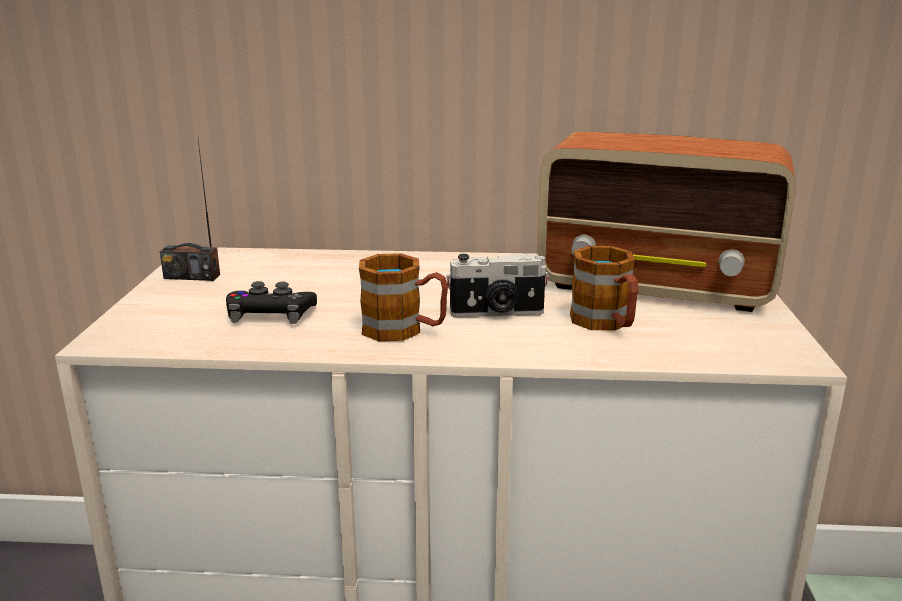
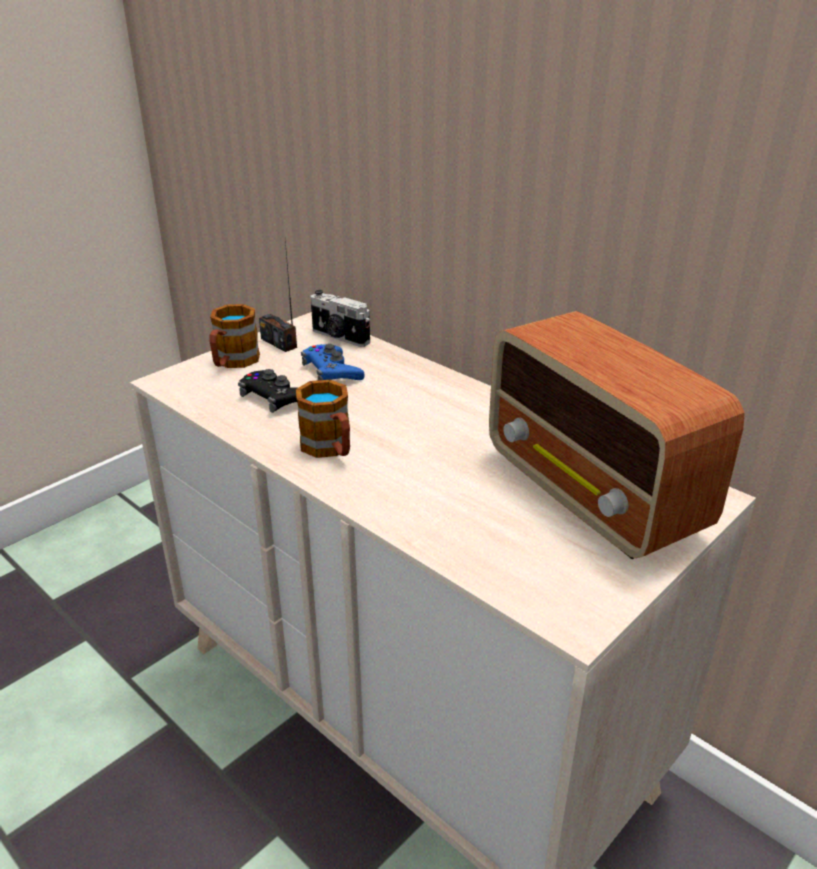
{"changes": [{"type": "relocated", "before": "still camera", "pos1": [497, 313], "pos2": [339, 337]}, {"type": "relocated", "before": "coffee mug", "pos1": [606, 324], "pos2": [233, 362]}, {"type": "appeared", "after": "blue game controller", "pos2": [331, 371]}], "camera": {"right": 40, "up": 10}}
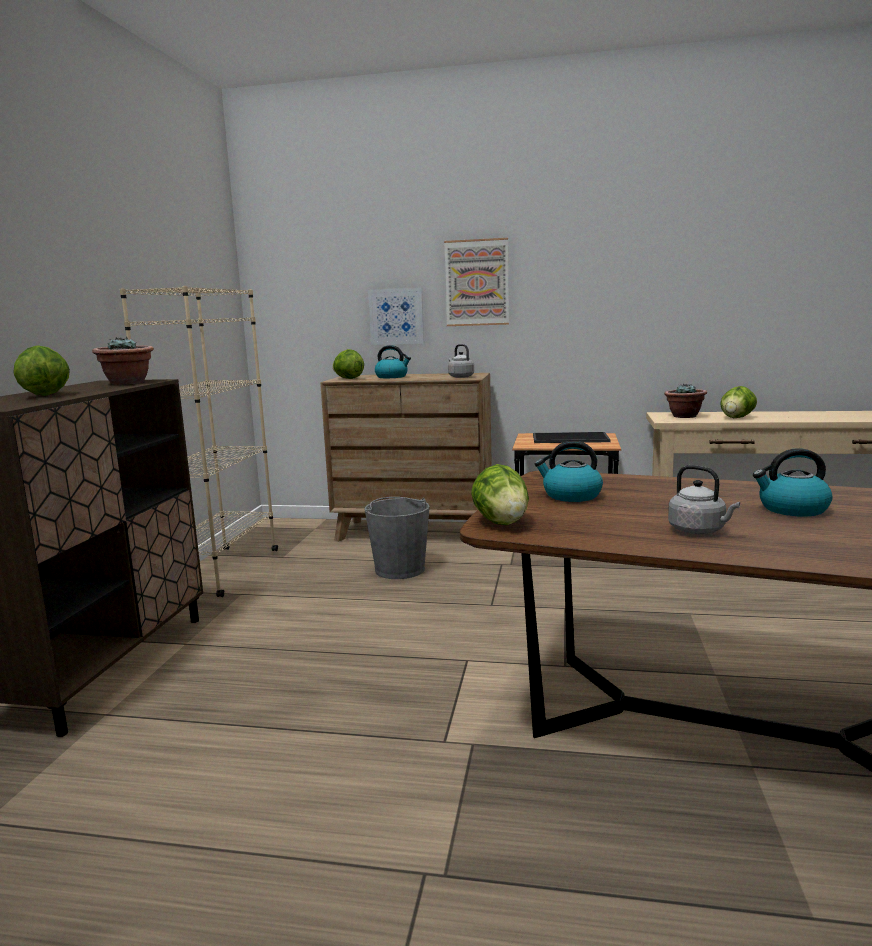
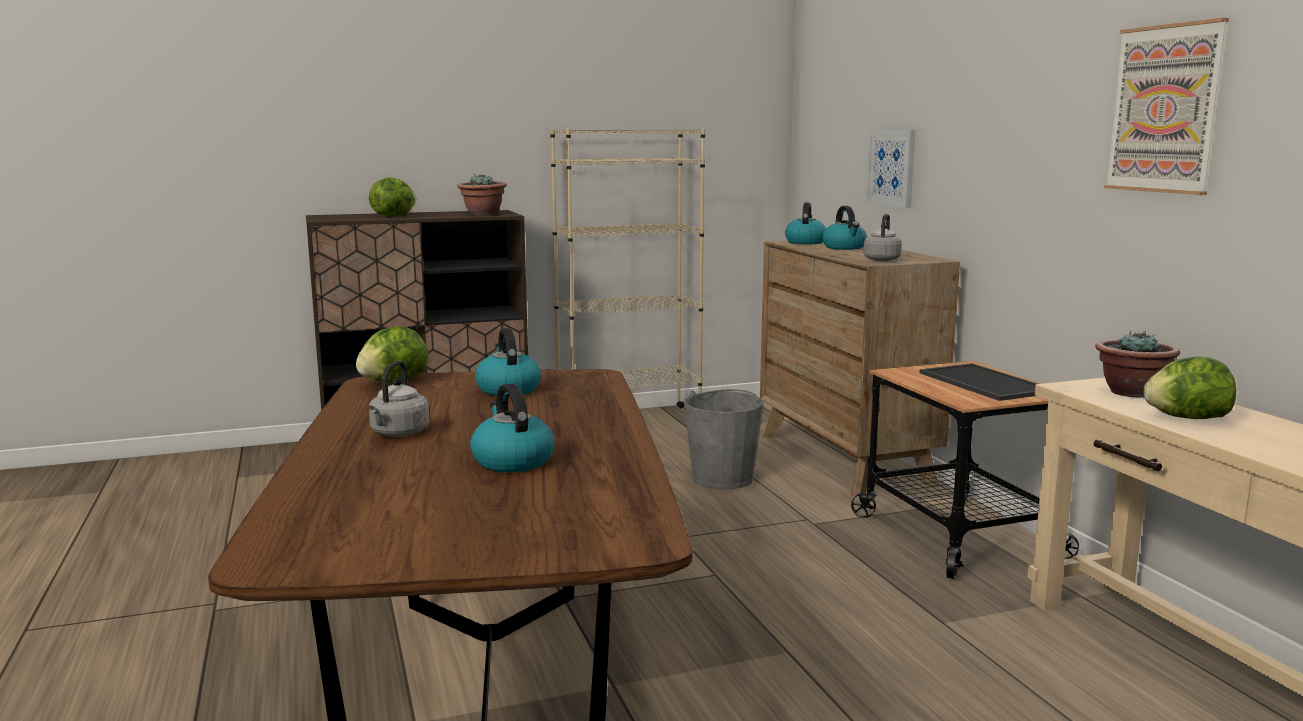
{"changes": [{"type": "exchanged", "before": "lettuce", "after": "water kettle", "pos1": [348, 378], "pos2": [805, 242]}, {"type": "relocated", "before": "wall art", "pos1": [477, 283], "pos2": [1165, 109]}], "camera": {"right": 60, "up": 0}}
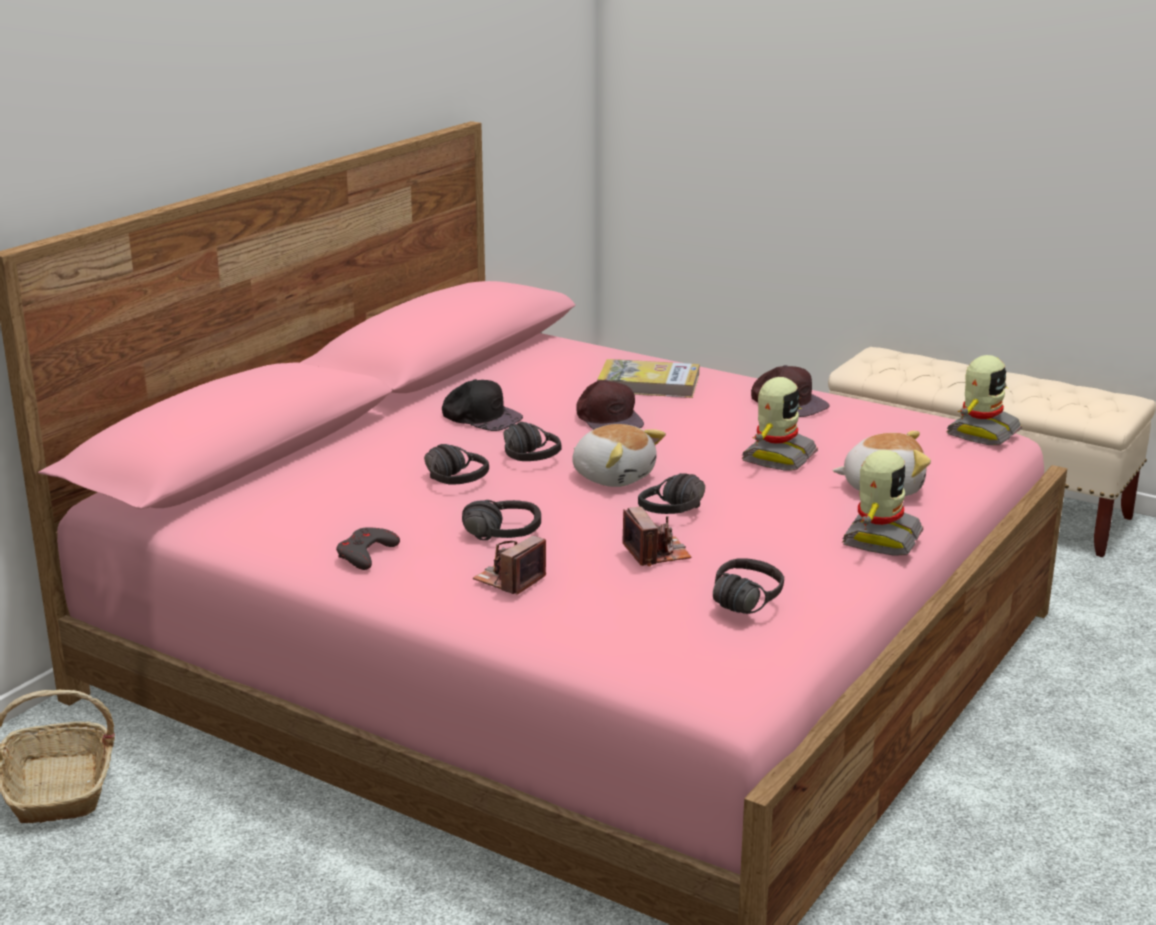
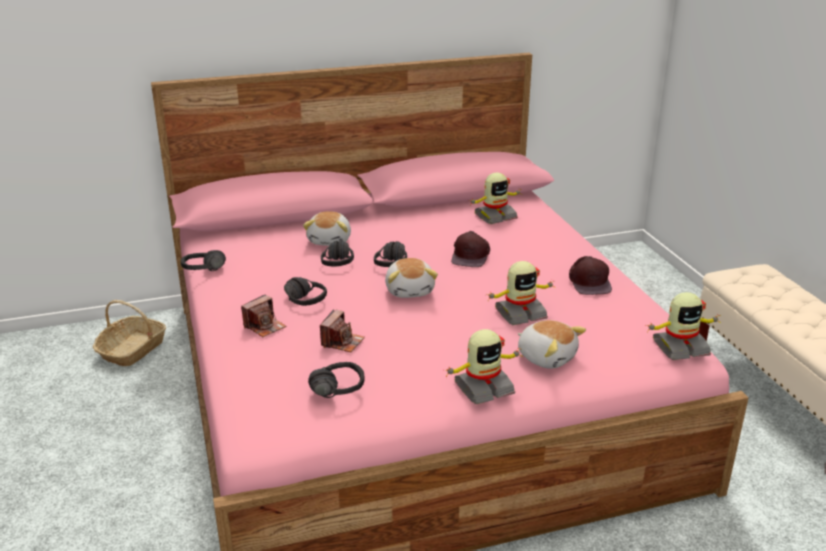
{"changes": [{"type": "missing", "before": "grey game controller", "pos1": [366, 554]}, {"type": "missing", "before": "black cap", "pos1": [481, 417]}, {"type": "spun", "before": "still camera", "pos1": [510, 580], "pos2": [264, 326], "turn": 150}, {"type": "missing", "before": "bound book", "pos1": [648, 384]}, {"type": "relocated", "before": "black headset", "pos1": [683, 514], "pos2": [204, 272]}, {"type": "appeared", "after": "soft toy", "pos2": [330, 240]}, {"type": "appeared", "after": "model robot", "pos2": [495, 216]}], "camera": {"right": 40, "up": 5}}
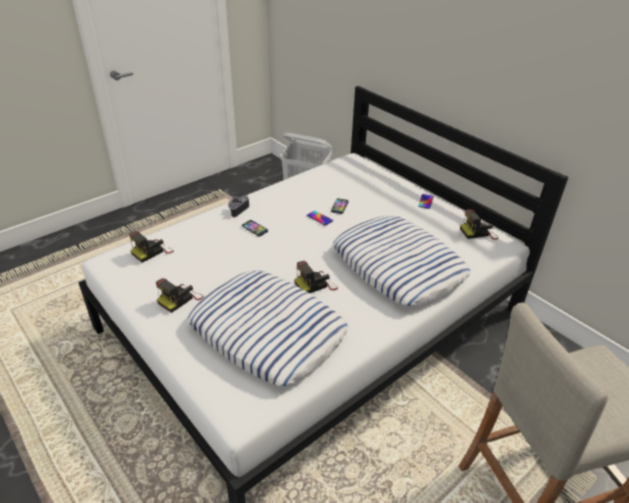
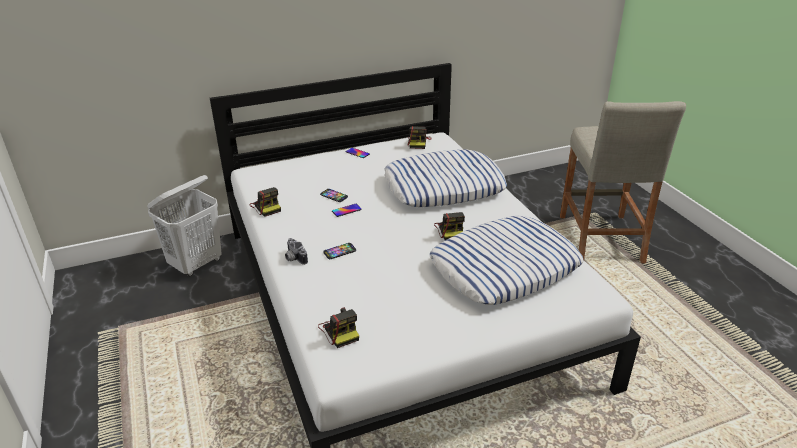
{"changes": [{"type": "relocated", "before": "still camera", "pos1": [180, 299], "pos2": [266, 207]}], "camera": {"right": -70, "up": -5}}
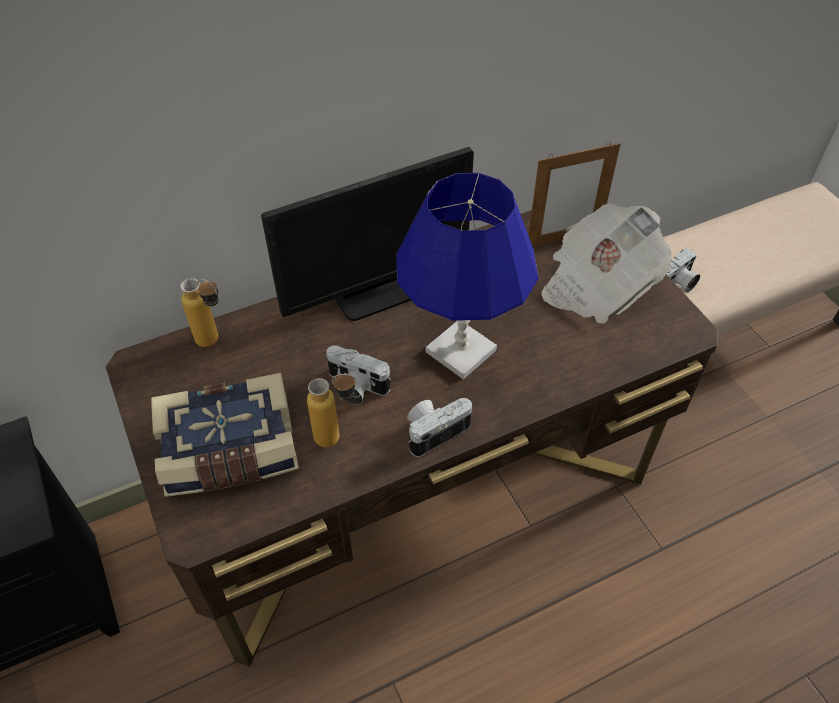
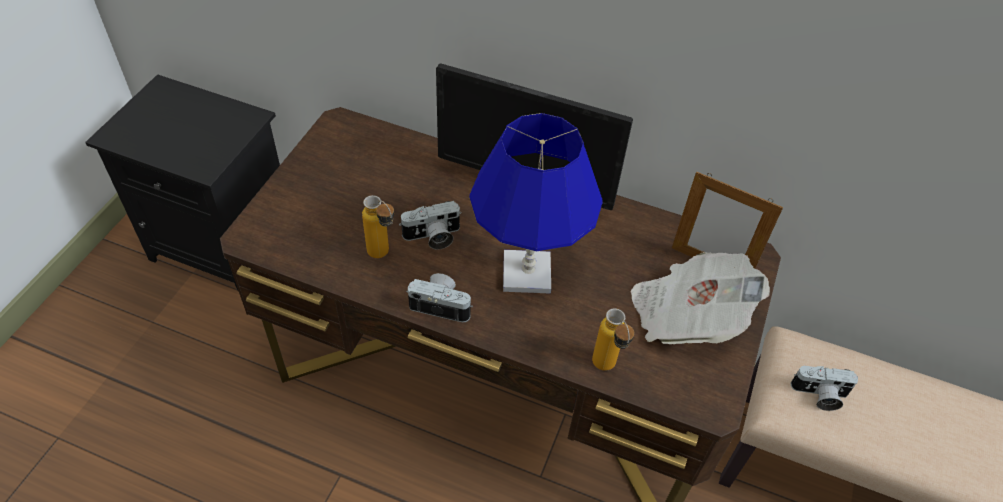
{"changes": [{"type": "missing", "before": "bound book", "pos1": [230, 452]}, {"type": "relocated", "before": "beverage bottle", "pos1": [215, 342], "pos2": [607, 370]}, {"type": "spun", "before": "still camera", "pos1": [355, 387], "pos2": [433, 237], "turn": -90}], "camera": {"right": 45, "up": 0}}
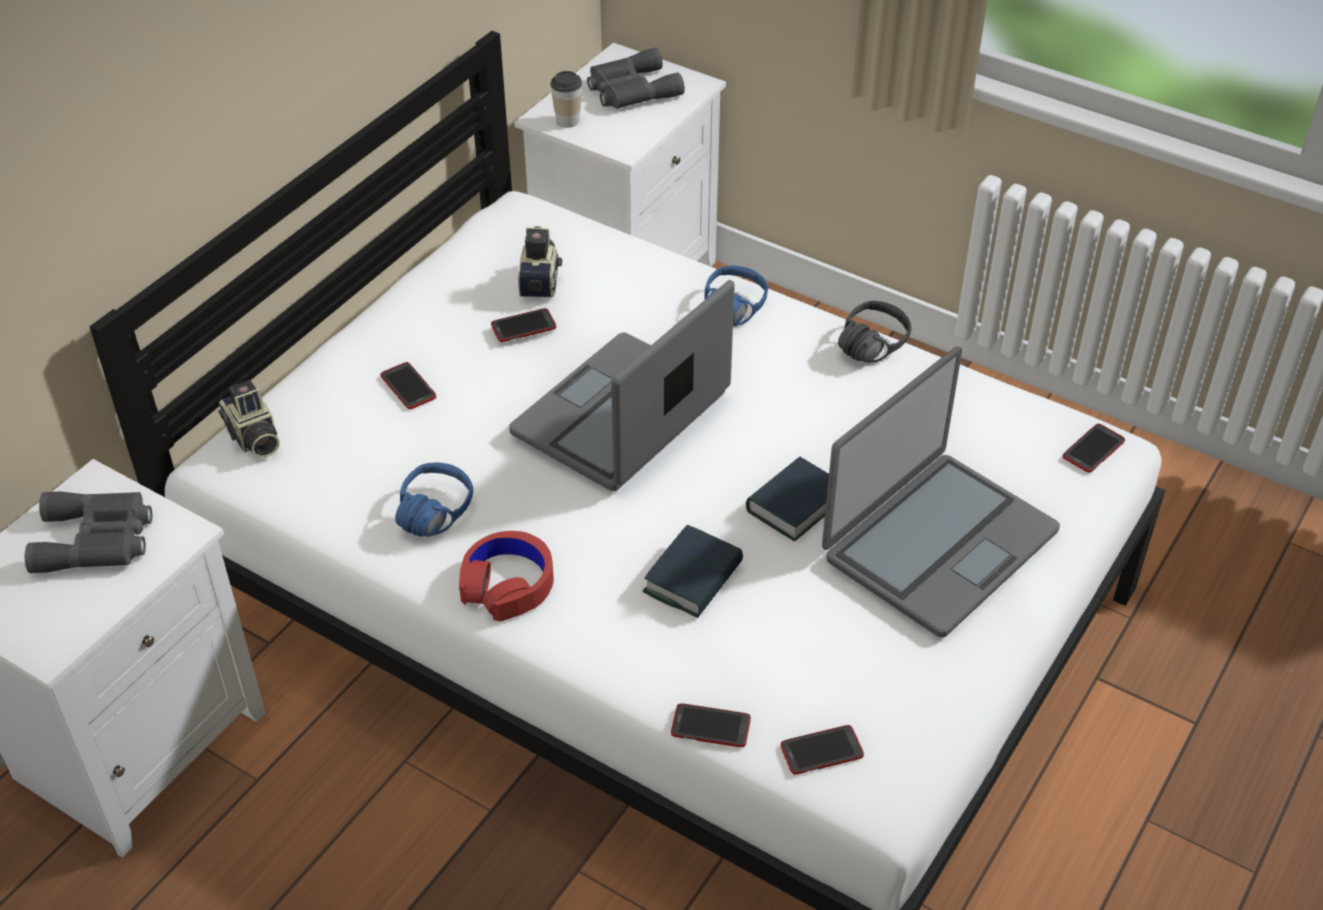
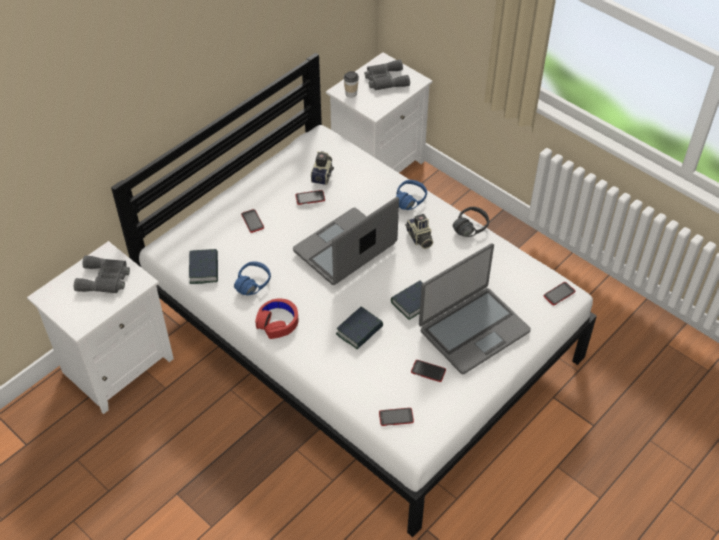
{"changes": [{"type": "relocated", "before": "still camera", "pos1": [253, 438], "pos2": [419, 238]}, {"type": "relocated", "before": "phone", "pos1": [710, 726], "pos2": [428, 371]}, {"type": "appeared", "after": "bound book", "pos2": [204, 269]}], "camera": {"right": 10, "up": 5}}
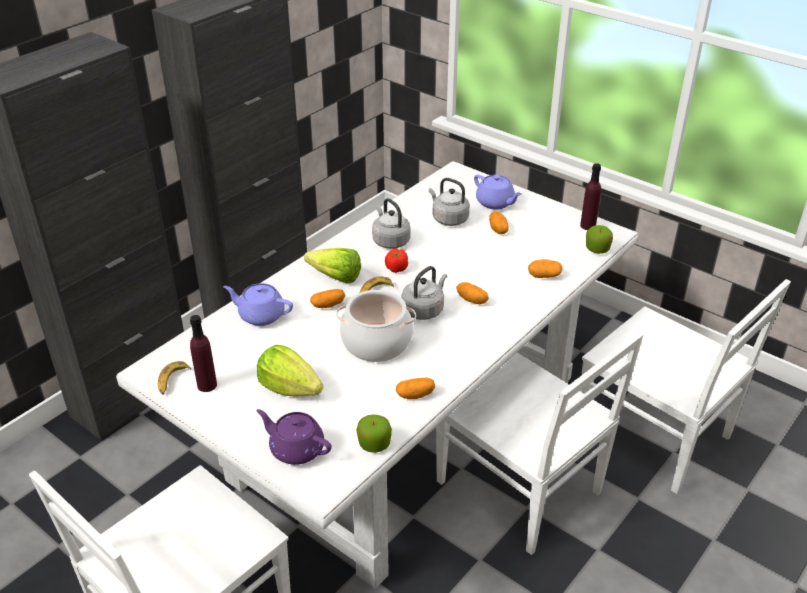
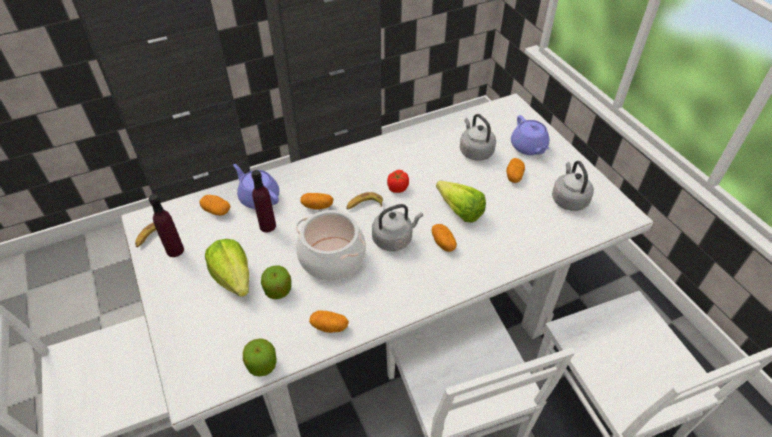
{"changes": [{"type": "missing", "before": "purple tea pot", "pos1": [296, 449]}, {"type": "relocated", "before": "lettuce", "pos1": [332, 276], "pos2": [457, 208]}, {"type": "relocated", "before": "grey water kettle", "pos1": [390, 241], "pos2": [568, 199]}, {"type": "relocated", "before": "potato", "pos1": [544, 276], "pos2": [216, 211]}, {"type": "relocated", "before": "purple beverage bottle", "pos1": [588, 226], "pos2": [267, 226]}, {"type": "relocated", "before": "apple fruit", "pos1": [597, 249], "pos2": [278, 290]}], "camera": {"right": 25, "up": 10}}
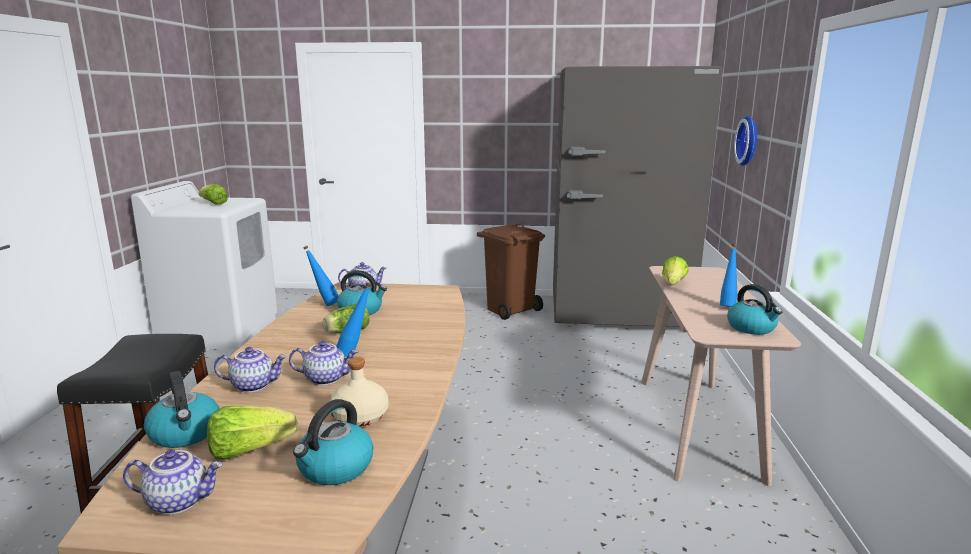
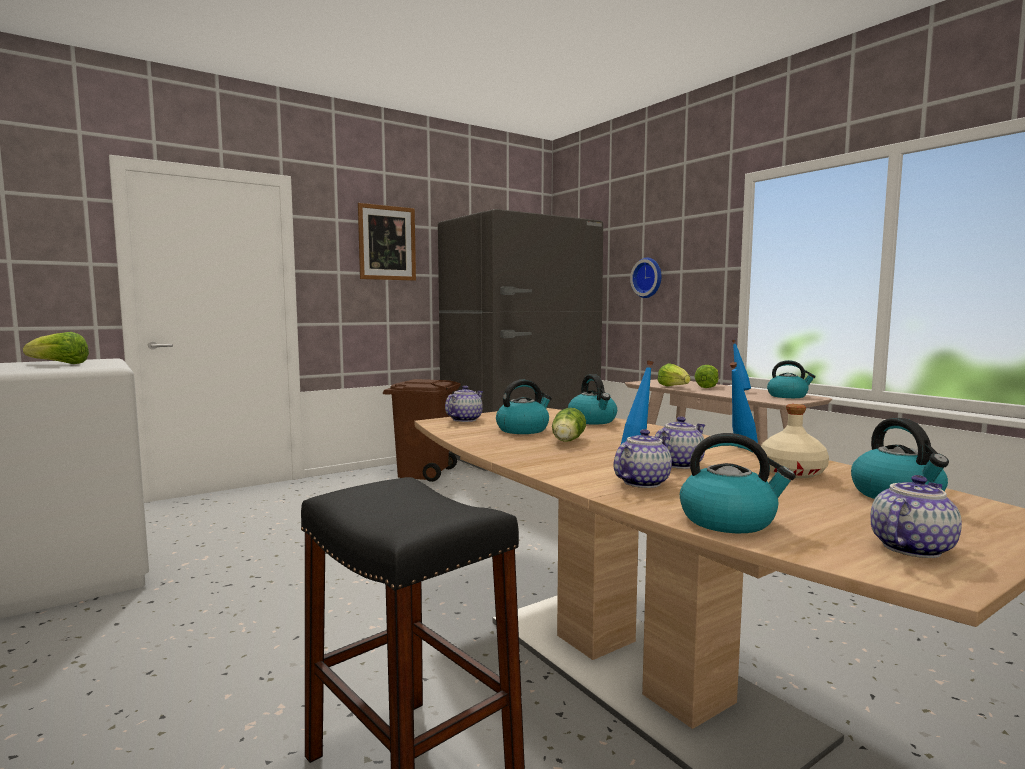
{"changes": [{"type": "relocated", "before": "lettuce", "pos1": [249, 450], "pos2": [707, 387]}, {"type": "relocated", "before": "blue beverage bottle", "pos1": [324, 305], "pos2": [739, 448]}, {"type": "appeared", "after": "wall art", "pos2": [387, 243]}, {"type": "appeared", "after": "water kettle", "pos2": [593, 421]}], "camera": {"right": -40, "up": -10}}
